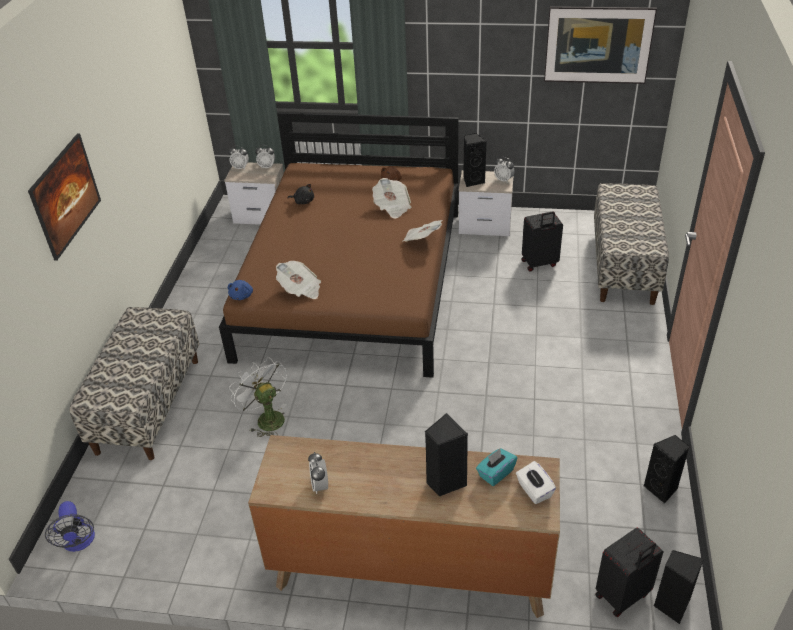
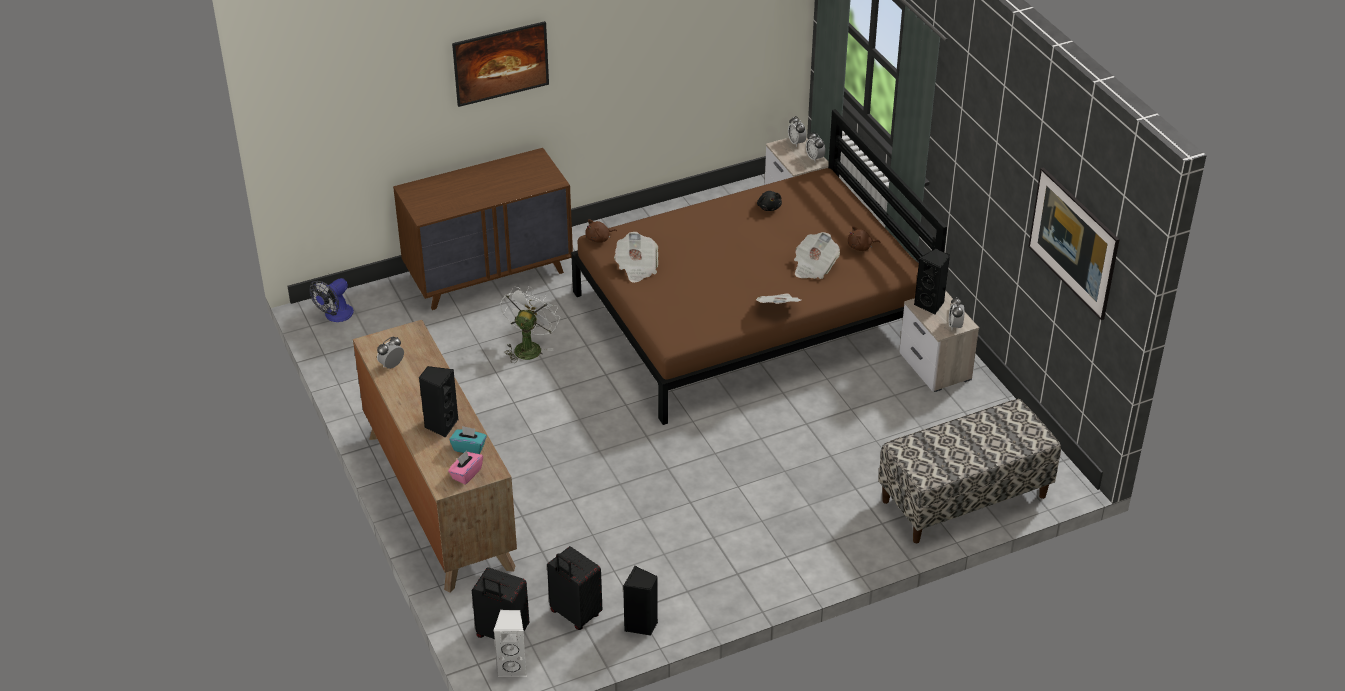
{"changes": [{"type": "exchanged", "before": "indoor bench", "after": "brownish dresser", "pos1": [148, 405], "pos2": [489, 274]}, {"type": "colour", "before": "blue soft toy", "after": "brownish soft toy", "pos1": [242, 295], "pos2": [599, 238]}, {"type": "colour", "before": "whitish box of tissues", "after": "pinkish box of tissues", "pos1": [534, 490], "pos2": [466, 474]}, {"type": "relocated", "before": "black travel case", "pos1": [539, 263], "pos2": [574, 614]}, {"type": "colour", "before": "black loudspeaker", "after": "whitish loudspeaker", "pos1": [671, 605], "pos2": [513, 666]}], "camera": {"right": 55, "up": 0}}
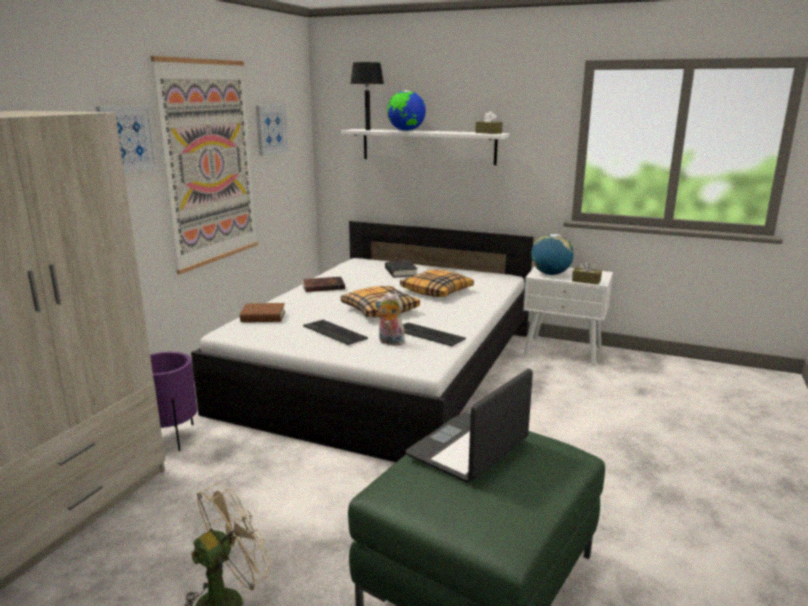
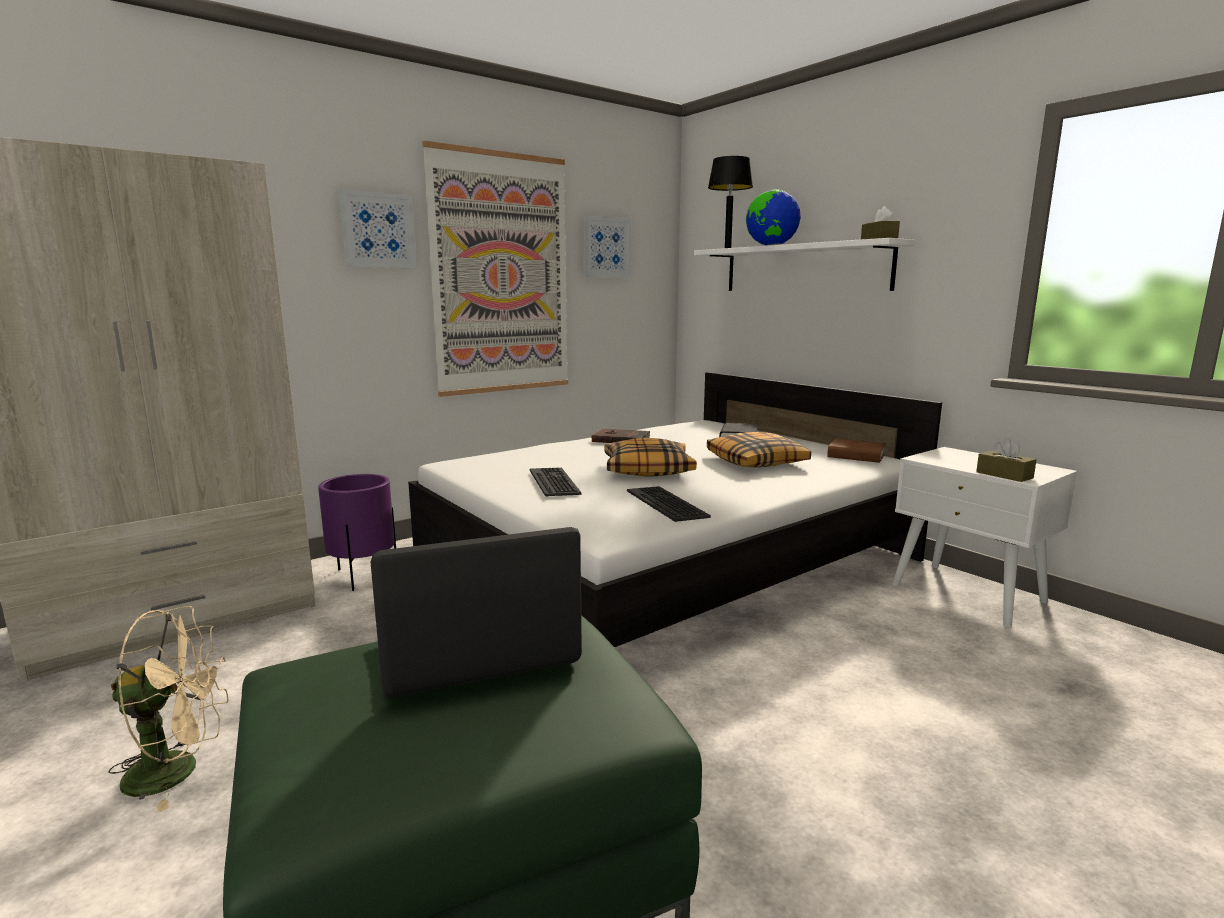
{"changes": [{"type": "relocated", "before": "brownish bound book", "pos1": [263, 317], "pos2": [856, 456]}, {"type": "missing", "before": "soft toy", "pos1": [390, 342]}, {"type": "missing", "before": "desk globe", "pos1": [550, 274]}], "camera": {"right": 30, "up": -5}}
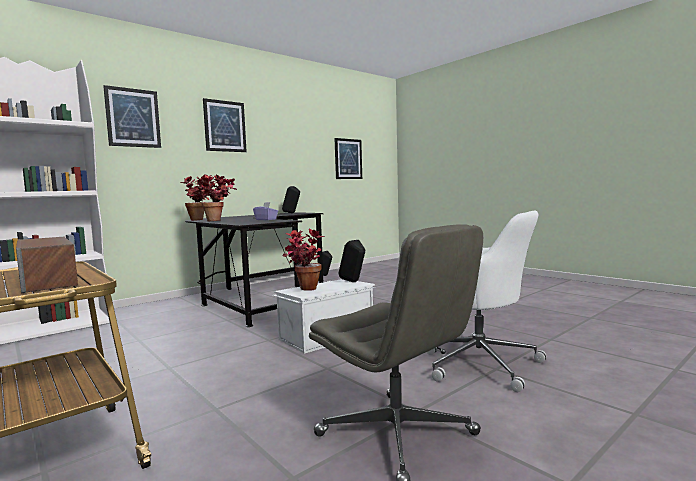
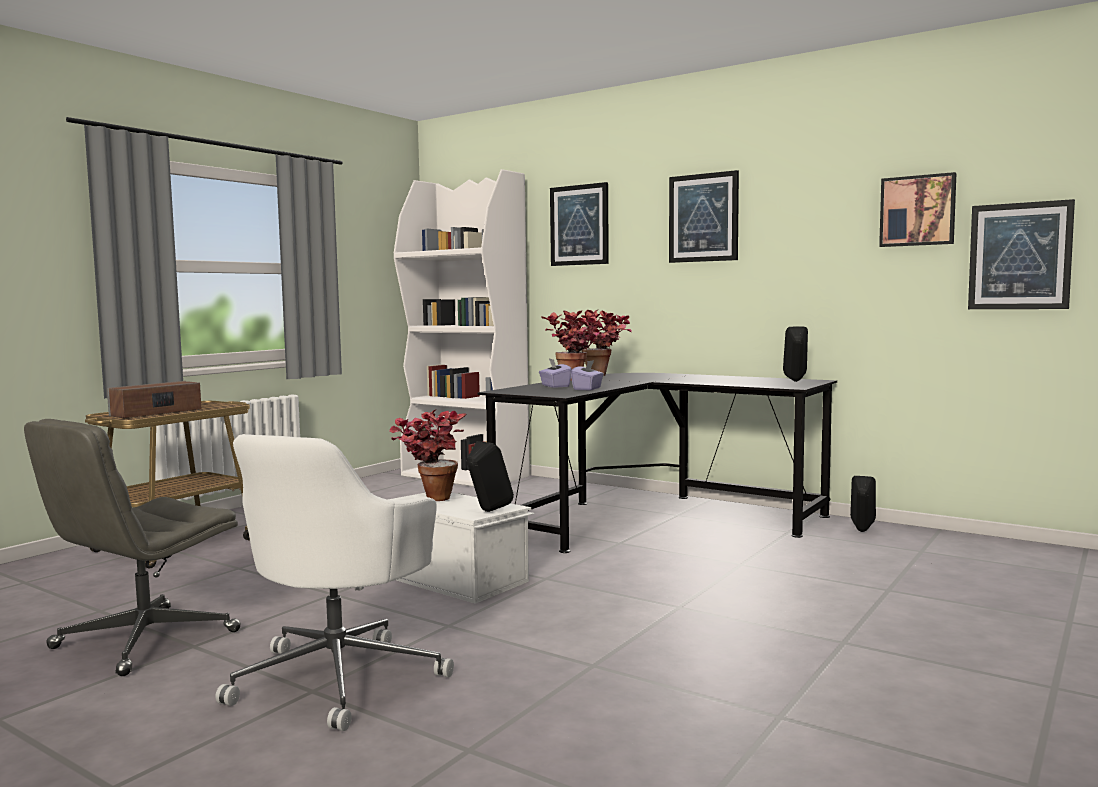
{"changes": [{"type": "appeared", "after": "purple box of tissues", "pos2": [555, 386]}, {"type": "appeared", "after": "wall art", "pos2": [917, 211]}], "camera": {"right": 75, "up": 0}}
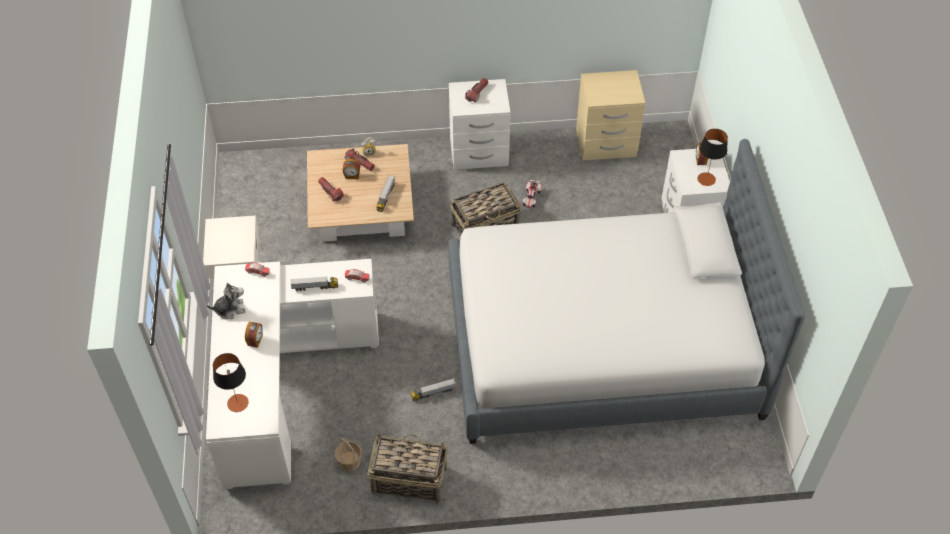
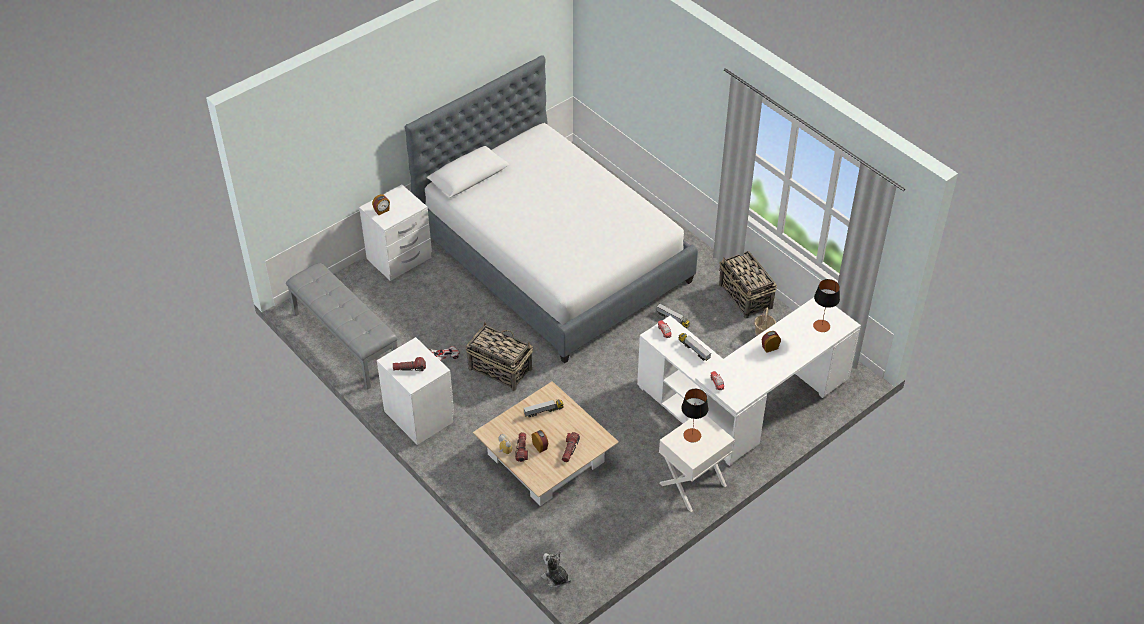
{"changes": [{"type": "relocated", "before": "soft toy", "pos1": [230, 309], "pos2": [555, 578]}, {"type": "exchanged", "before": "beige nightstand", "after": "grey indoor bench", "pos1": [606, 144], "pos2": [345, 341]}, {"type": "relocated", "before": "table lamp", "pos1": [706, 179], "pos2": [692, 435]}], "camera": {"right": -125, "up": -5}}
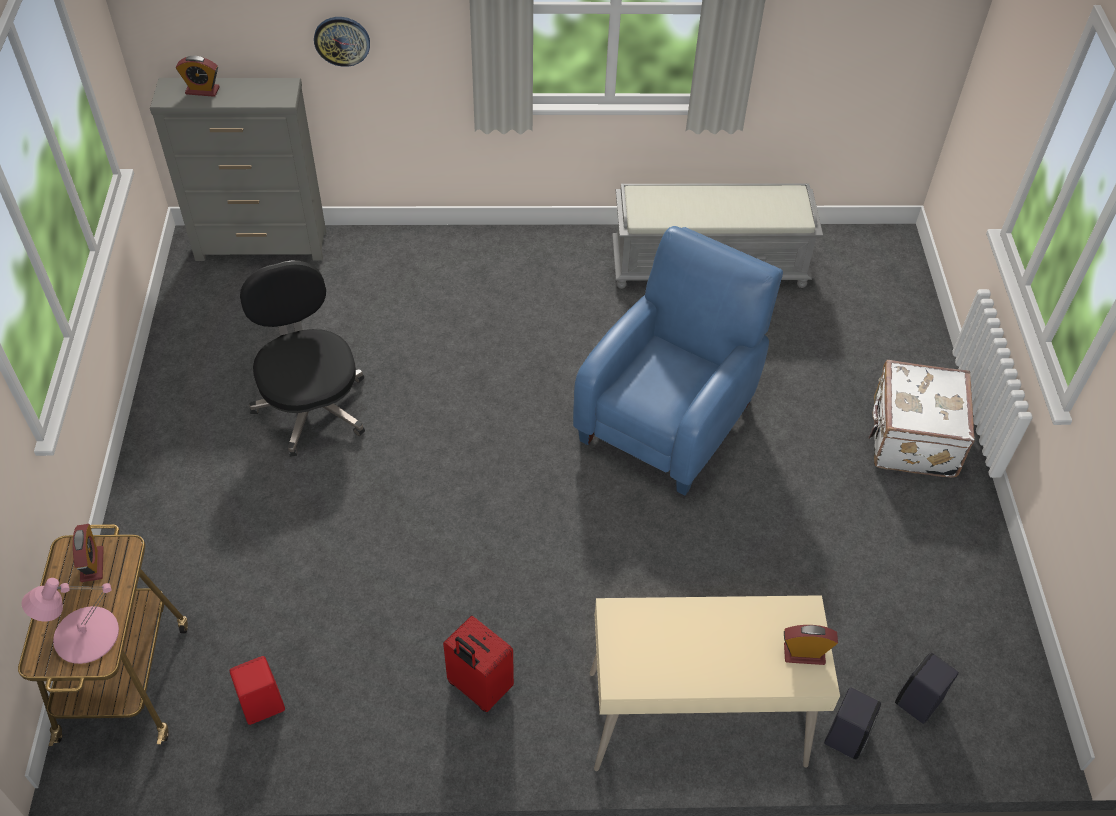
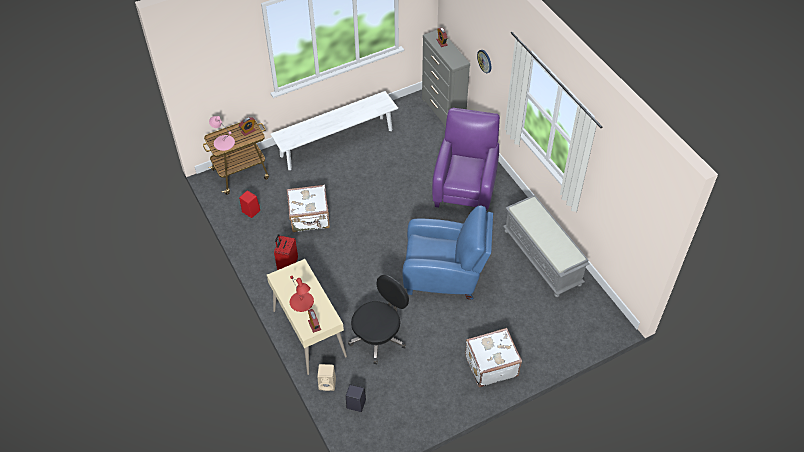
{"changes": [{"type": "relocated", "before": "black computer chair", "pos1": [312, 406], "pos2": [379, 337]}, {"type": "colour", "before": "black loudspeaker", "after": "beige loudspeaker", "pos1": [846, 735], "pos2": [328, 384]}, {"type": "appeared", "after": "whitish indoor bench", "pos2": [336, 143]}, {"type": "appeared", "after": "whitish travel case", "pos2": [310, 218]}, {"type": "appeared", "after": "red-coloured table lamp", "pos2": [301, 302]}, {"type": "appeared", "after": "purple lounge chair", "pos2": [465, 186]}], "camera": {"right": 65, "up": 0}}
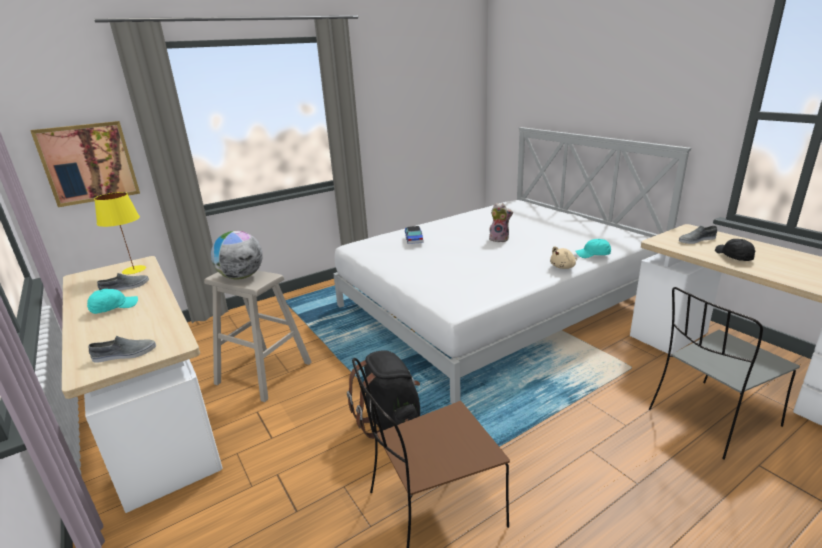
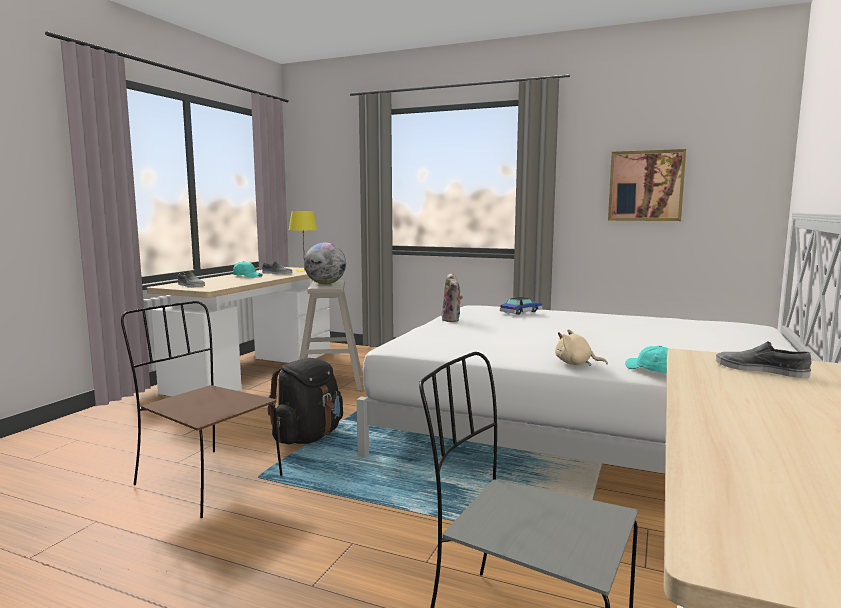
{"changes": [{"type": "relocated", "before": "wall art", "pos1": [88, 163], "pos2": [645, 186]}, {"type": "relocated", "before": "soft toy", "pos1": [499, 239], "pos2": [452, 320]}, {"type": "missing", "before": "black cap", "pos1": [733, 256]}], "camera": {"right": 55, "up": -15}}
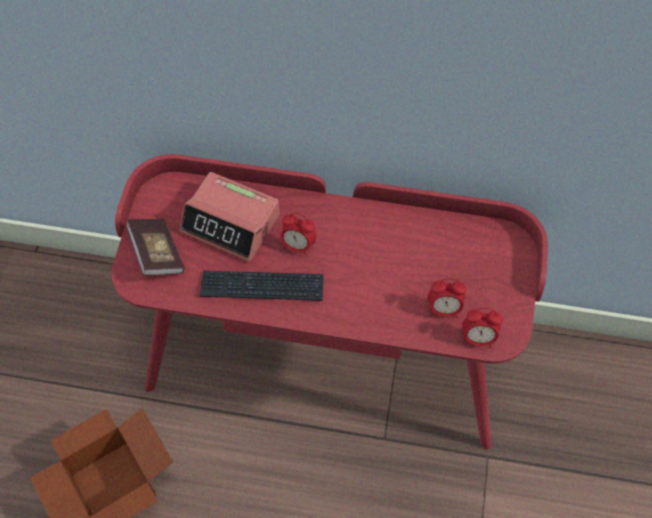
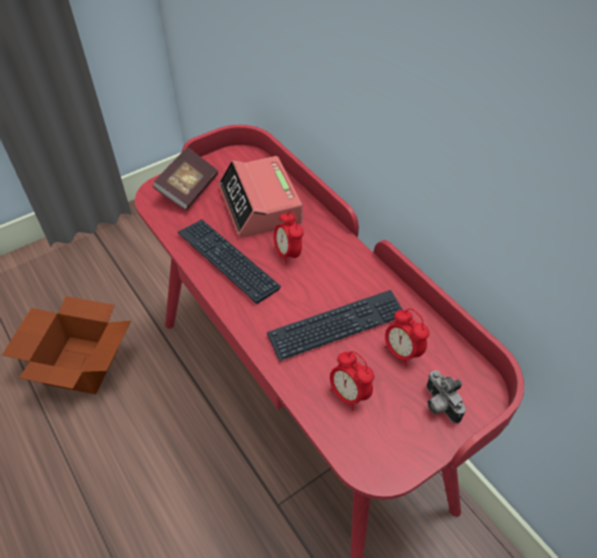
{"changes": [{"type": "relocated", "before": "table clock", "pos1": [478, 338], "pos2": [402, 352]}, {"type": "appeared", "after": "computer keyboard", "pos2": [337, 326]}, {"type": "appeared", "after": "still camera", "pos2": [438, 405]}], "camera": {"right": 45, "up": -10}}
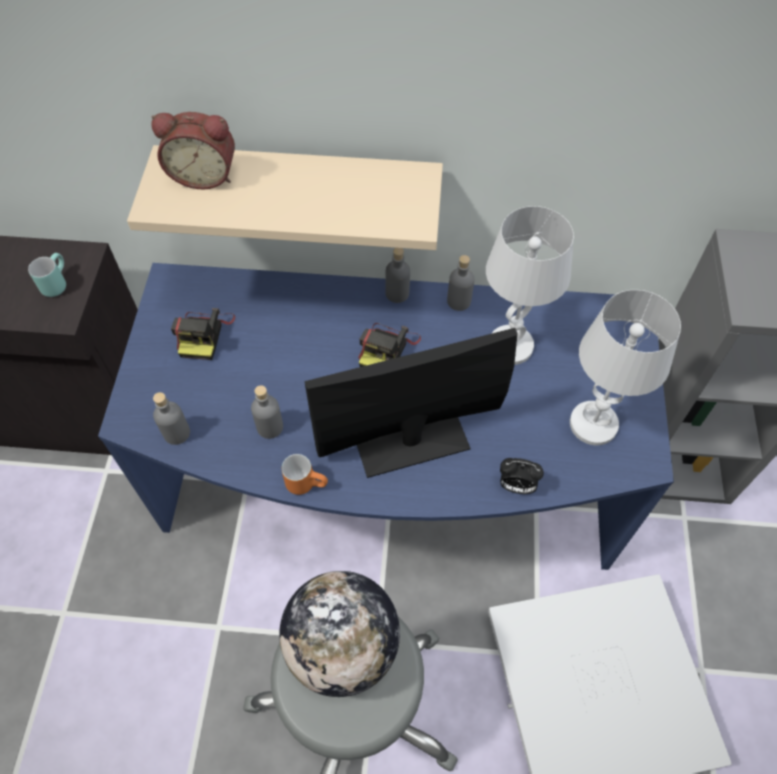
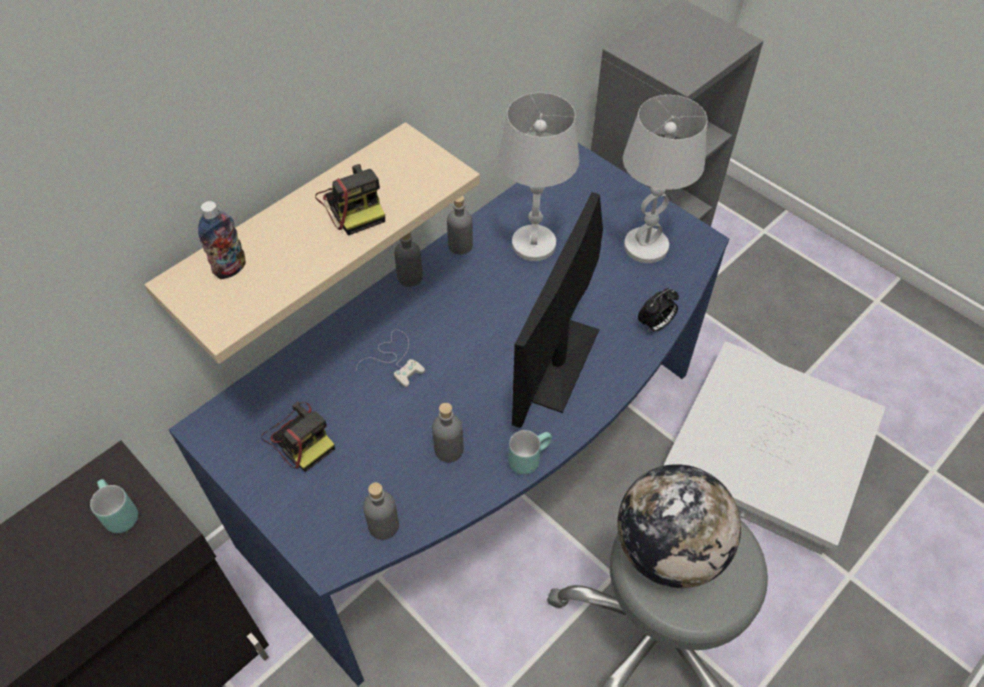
{"changes": [{"type": "exchanged", "before": "table clock", "after": "beverage bottle", "pos1": [204, 174], "pos2": [230, 268]}, {"type": "colour", "before": "orangey coffee mug", "after": "blue-green coffee mug", "pos1": [307, 482], "pos2": [528, 457]}, {"type": "relocated", "before": "still camera", "pos1": [387, 349], "pos2": [353, 205]}, {"type": "appeared", "after": "whitish game controller", "pos2": [395, 359]}], "camera": {"right": -50, "up": -5}}
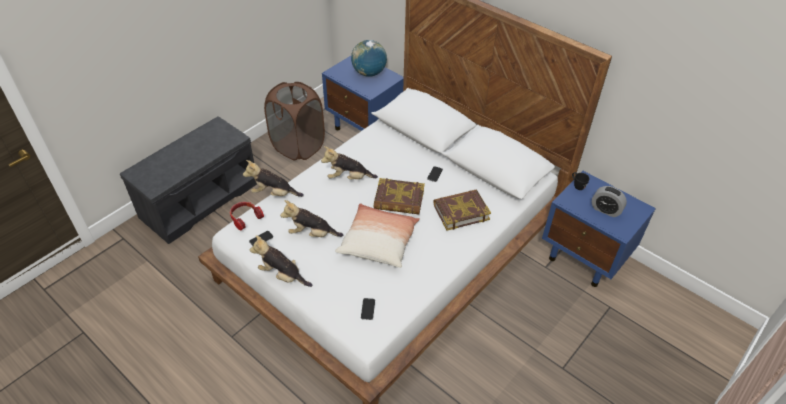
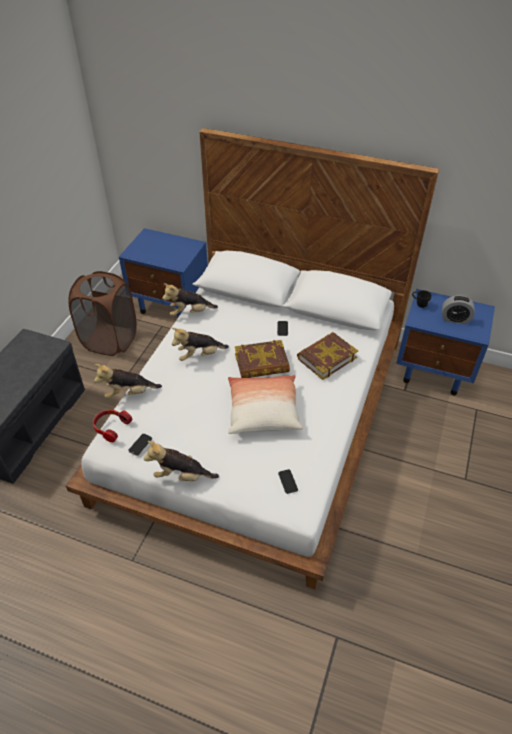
{"changes": [{"type": "relocated", "before": "soft toy", "pos1": [312, 234], "pos2": [190, 312]}, {"type": "missing", "before": "desk globe", "pos1": [369, 73]}], "camera": {"right": -20, "up": 0}}
